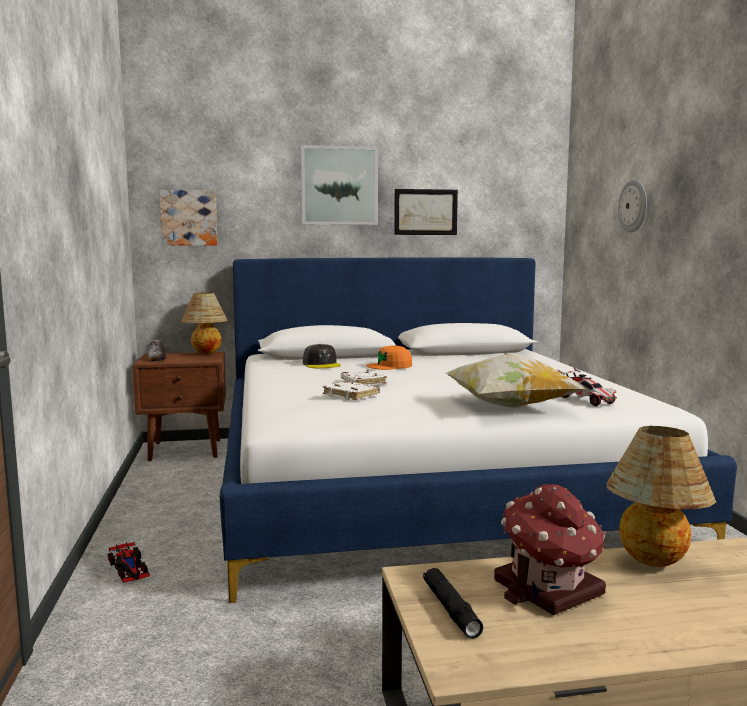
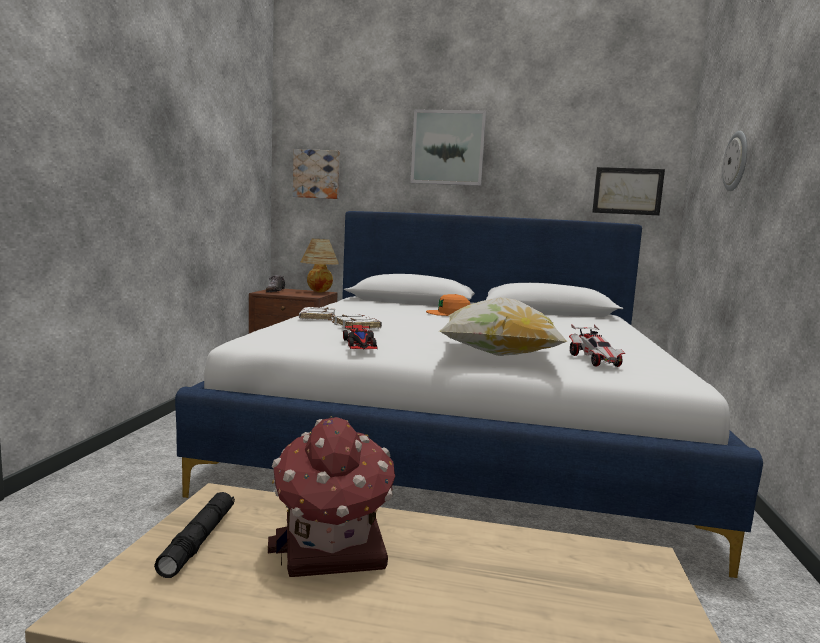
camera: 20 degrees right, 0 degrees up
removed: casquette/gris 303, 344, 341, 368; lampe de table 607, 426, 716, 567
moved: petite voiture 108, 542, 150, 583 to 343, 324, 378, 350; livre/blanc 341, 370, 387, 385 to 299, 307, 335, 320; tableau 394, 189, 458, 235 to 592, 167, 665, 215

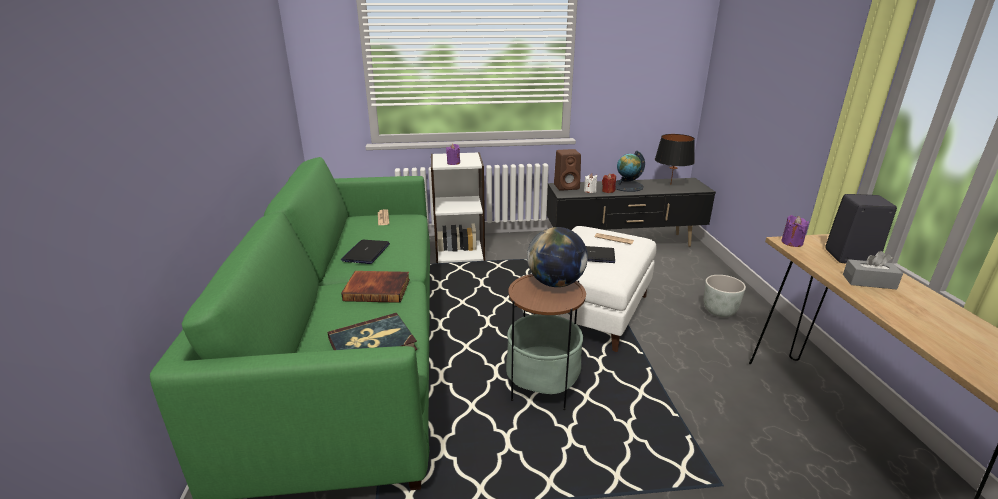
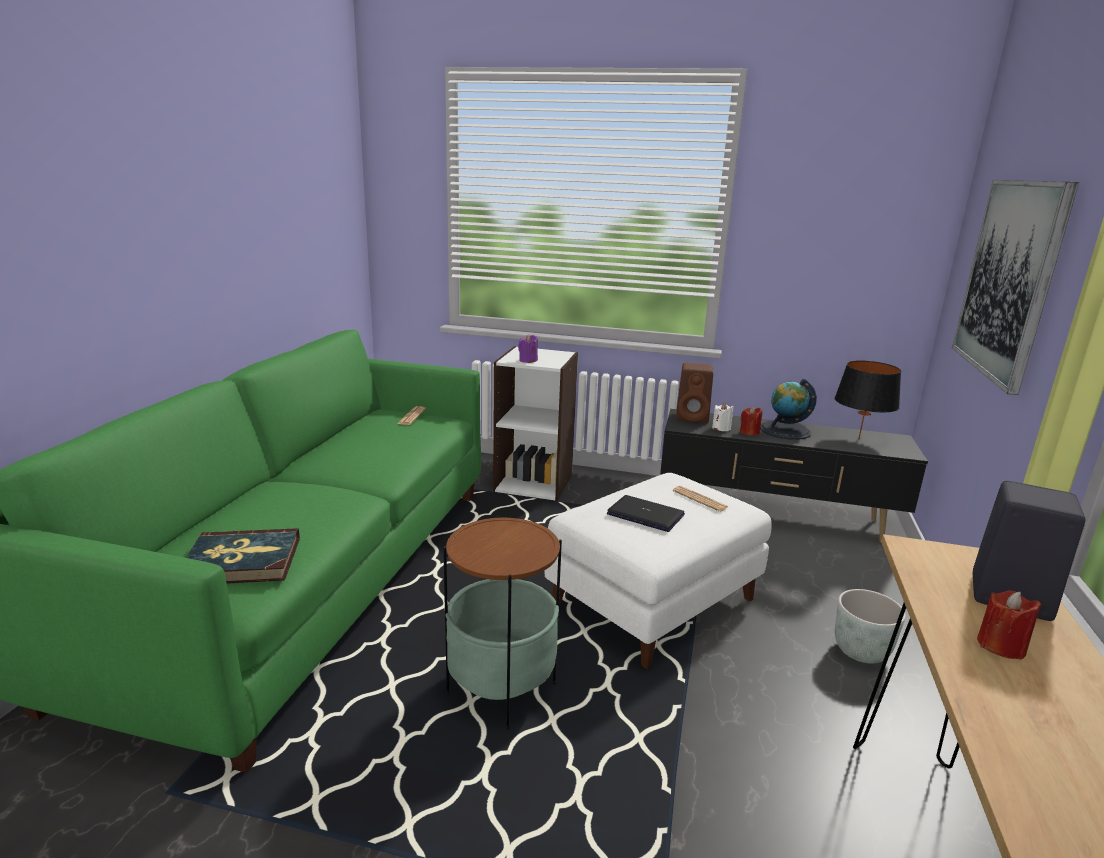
camera: 20 degrees right, 5 degrees down
removed: ordinateur portable 341, 240, 390, 264; livre 341, 271, 410, 303; globe 527, 227, 588, 287; bougie/violet 781, 215, 809, 247
added: tableau 952, 180, 1079, 395
replaced: boîte à mouchoirs/gris 843, 251, 903, 290 to bougie/rouge 977, 590, 1041, 660

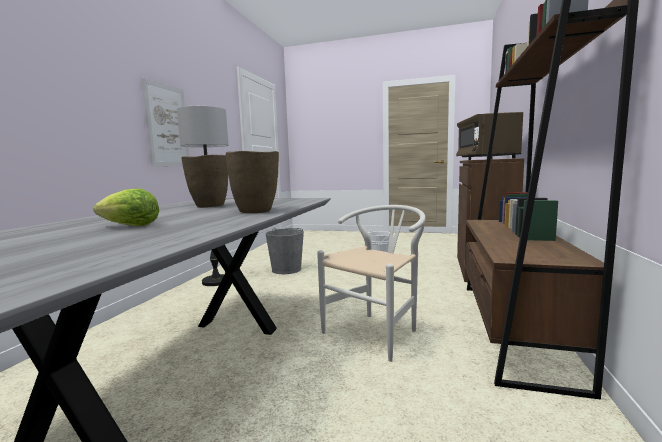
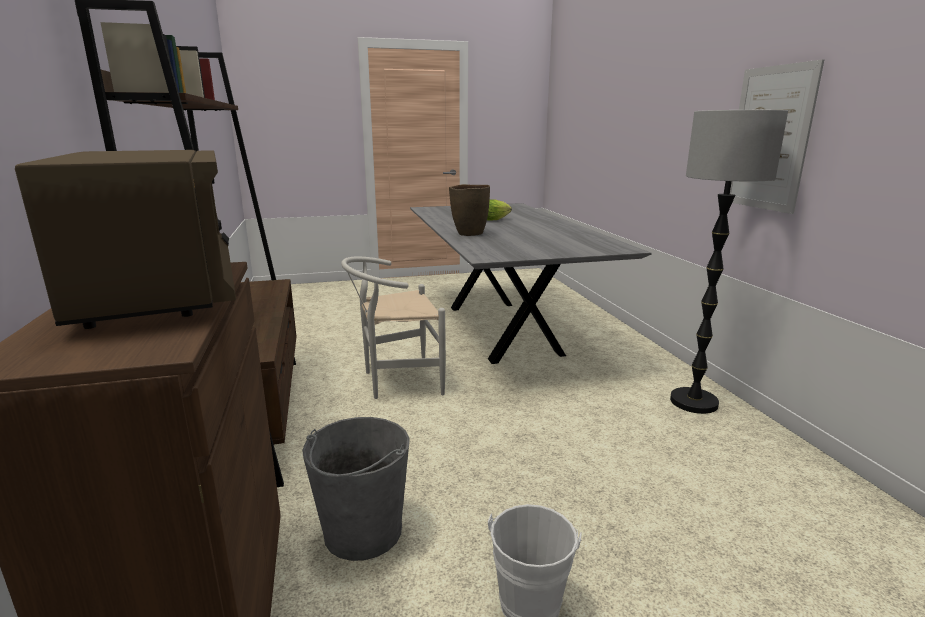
camera: 150 degrees right, 10 degrees up
removed: vase/marron 181, 155, 228, 208
moved: seau/gris 266, 228, 304, 274 to 302, 417, 410, 561
turned: chaise/blanc 317, 205, 426, 362 = 341, 257, 446, 399 60 degrees clockwise

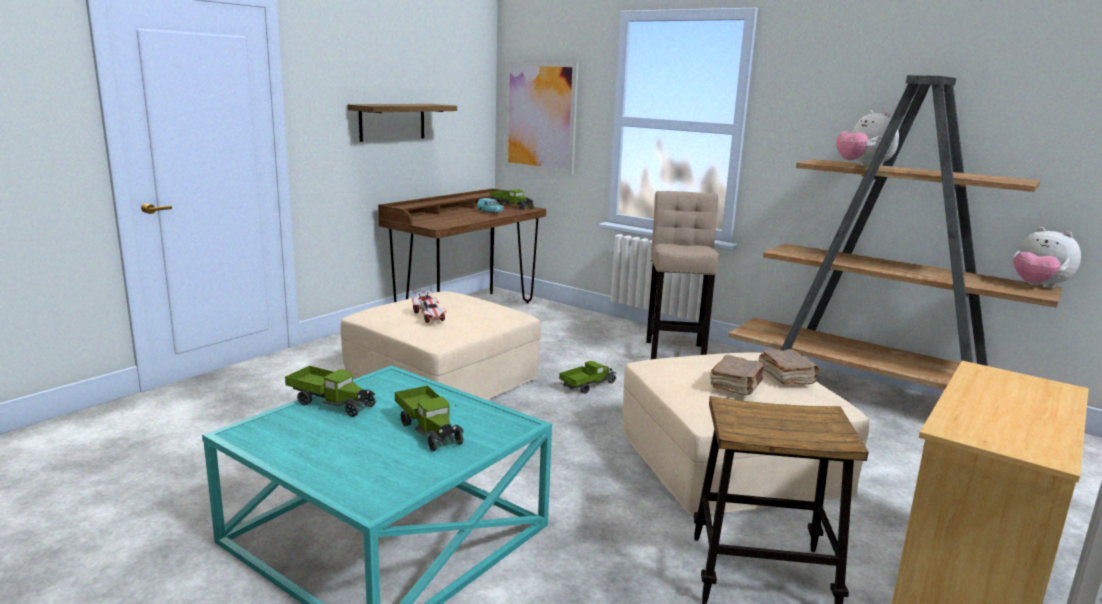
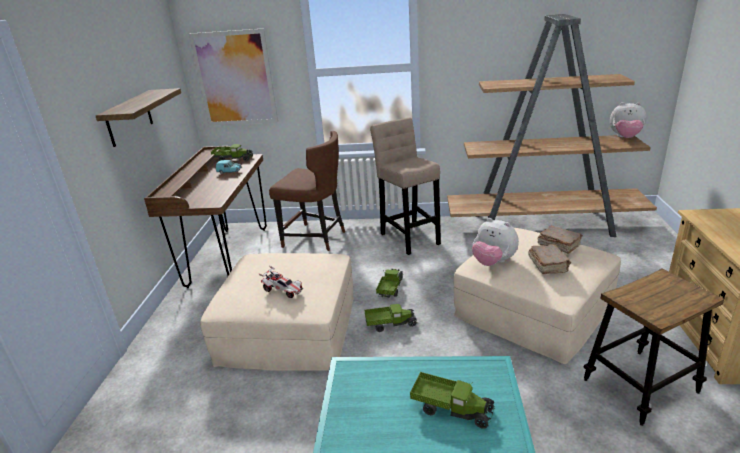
camera: 30 degrees left, 10 degrees up
added: chaise/marron 269, 131, 345, 251
moved: camion jouet 285, 366, 376, 417 to 365, 304, 417, 332; peluche 836, 110, 899, 167 to 472, 218, 519, 266

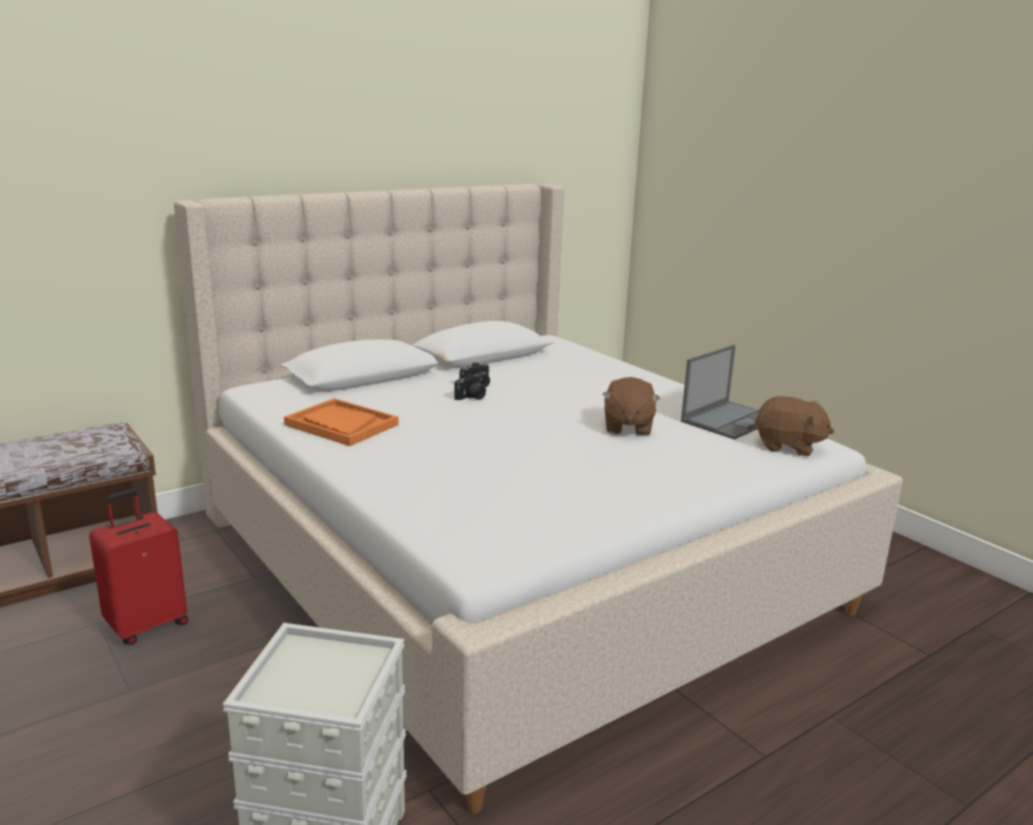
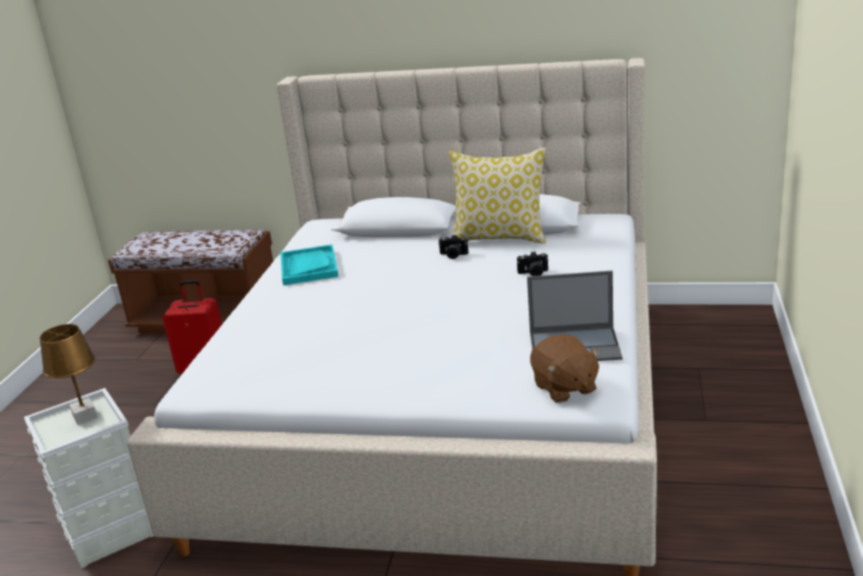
camera: 50 degrees right, 5 degrees up
removed: peluche/marron 602, 377, 660, 436
added: lampe de table/marron 40, 324, 98, 425; coussin 449, 147, 546, 244
moved: appareil photo 454, 373, 486, 400 to 517, 251, 549, 276
recoloured: plateau/orange 284, 398, 399, 446 to plateau/turquoise 280, 244, 339, 285

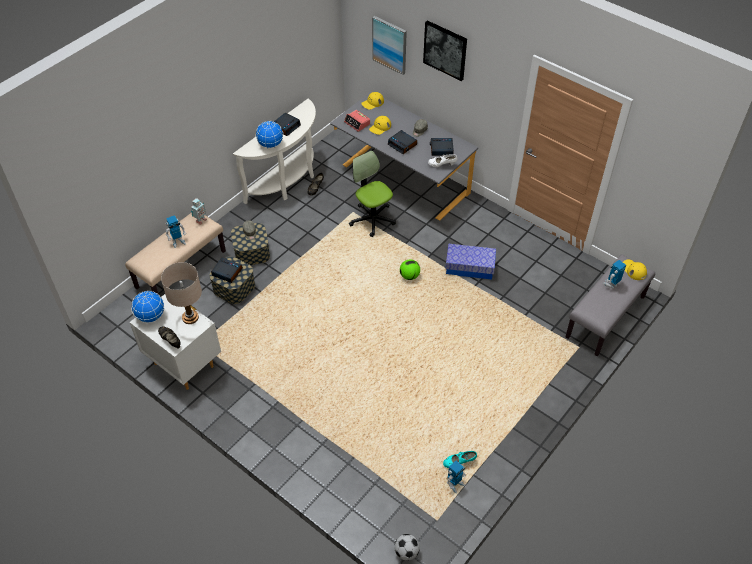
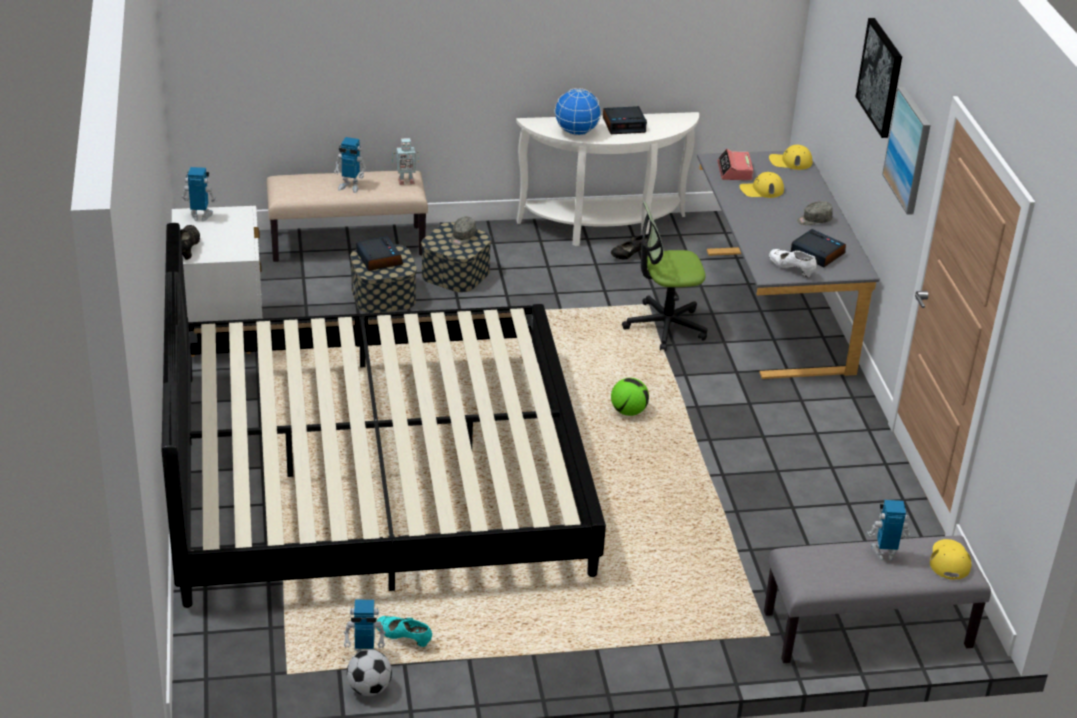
camera: 40 degrees right, 15 degrees down
removed: lampe de table/beige 161, 262, 202, 324; réveil 388, 130, 417, 154; boîte de rangement 445, 244, 496, 280
added: lit 161, 223, 606, 608
moved: tableau 372, 16, 407, 75 to 882, 87, 931, 215; ballon de foot 394, 534, 420, 561 to 347, 649, 392, 696
replaced: globe 131, 291, 164, 323 to robot jouet 182, 167, 217, 221
turned: chaise de bureau 349, 151, 396, 237 = 622, 201, 707, 351 105 degrees counterclockwise

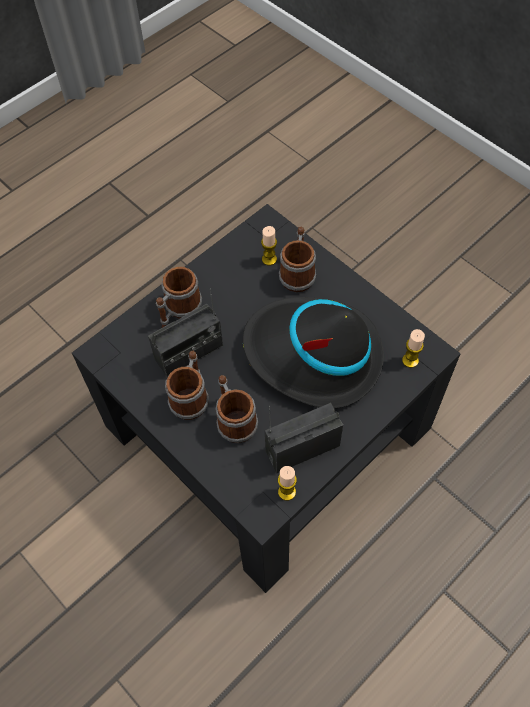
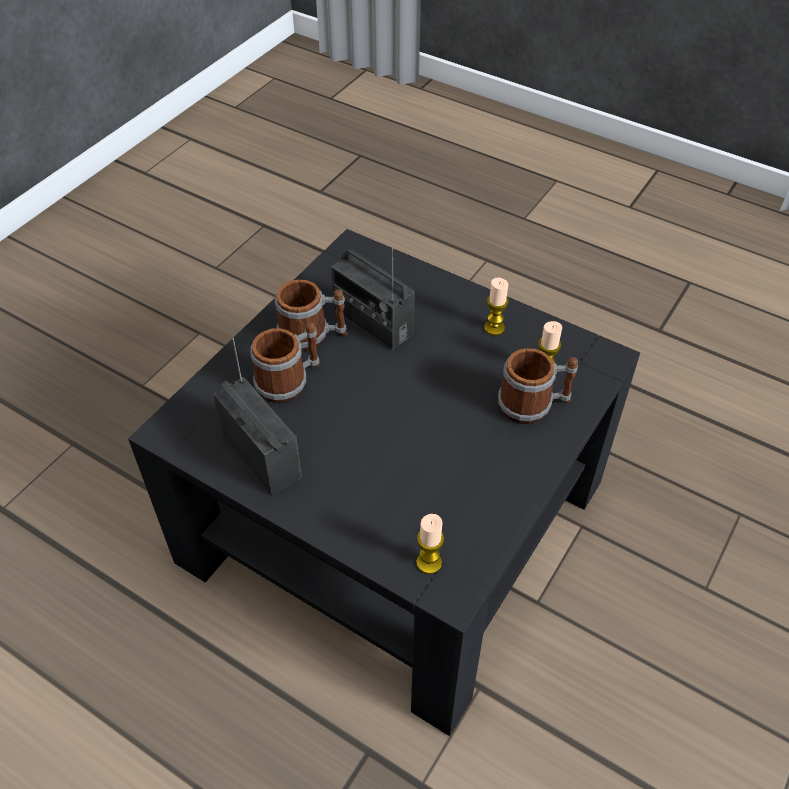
camera: 75 degrees right, 10 degrees down
removed: mug 156, 267, 202, 328; chapeau/noir 243, 297, 384, 408
moved: bougie 278, 466, 297, 501 to 484, 278, 509, 335

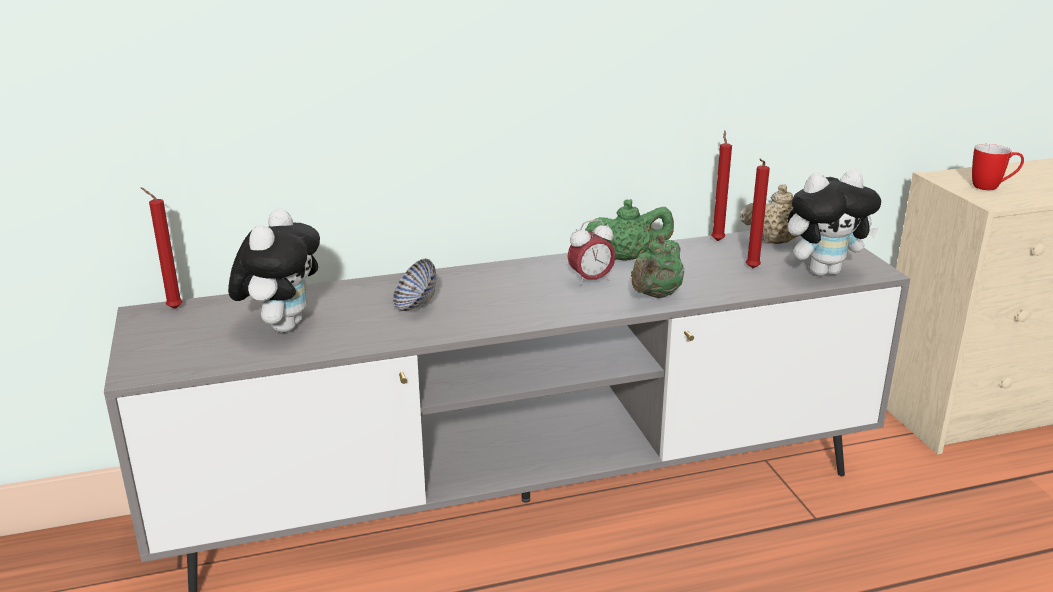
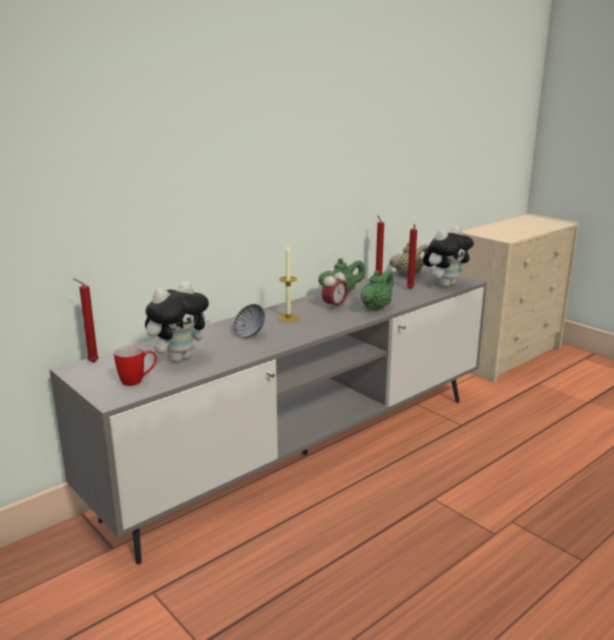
camera: 25 degrees left, 5 degrees down
added: bougie 278, 246, 299, 322
moved: mug 972, 144, 1024, 190 to 114, 345, 157, 386
turned: peluche 228, 208, 320, 332 = 145, 281, 210, 362 60 degrees clockwise; théière/vert 631, 233, 684, 298 = 361, 270, 394, 311 150 degrees counterclockwise

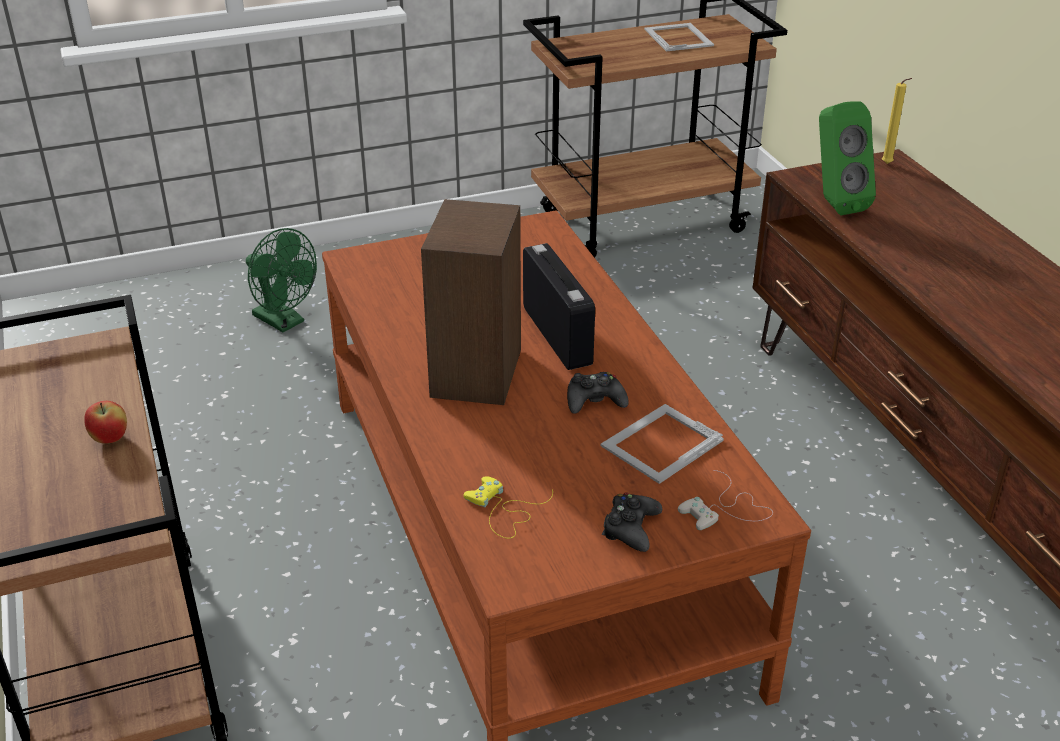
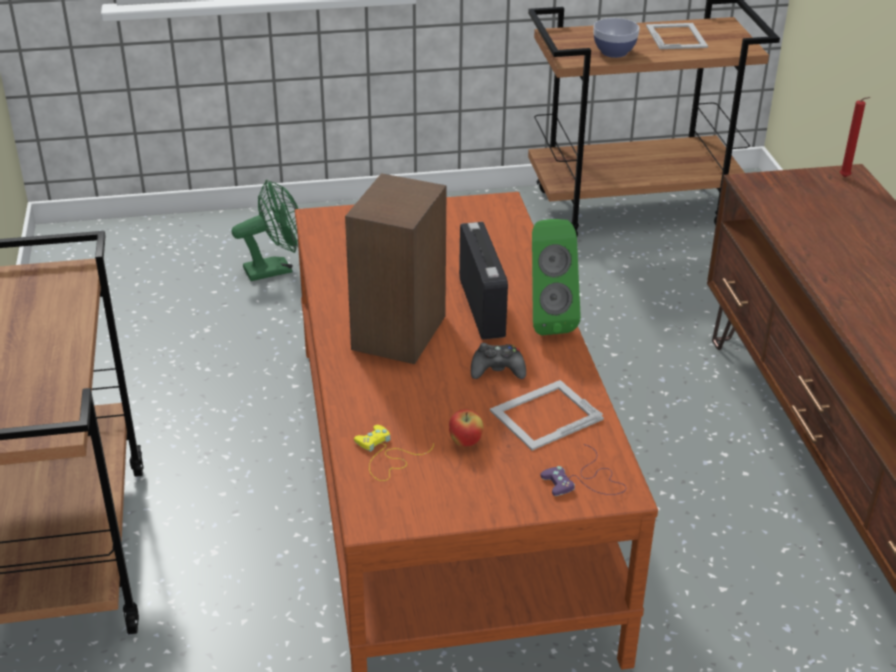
camera: 10 degrees right, 0 degrees up
removed: manette/noir 602, 493, 662, 552
added: bol 593, 18, 640, 58
moved: pomme 84, 401, 127, 444 to 449, 409, 483, 447; enceinte/vert 819, 101, 876, 215 to 532, 219, 581, 335
recoloured: manette/blanc 678, 470, 773, 530 to manette/violet 540, 444, 626, 496; bougie/jaune 882, 78, 912, 164 to bougie/rouge 840, 97, 870, 177
turned: ventilateur/vert 246, 228, 317, 332 = 232, 180, 298, 281 75 degrees counterclockwise

